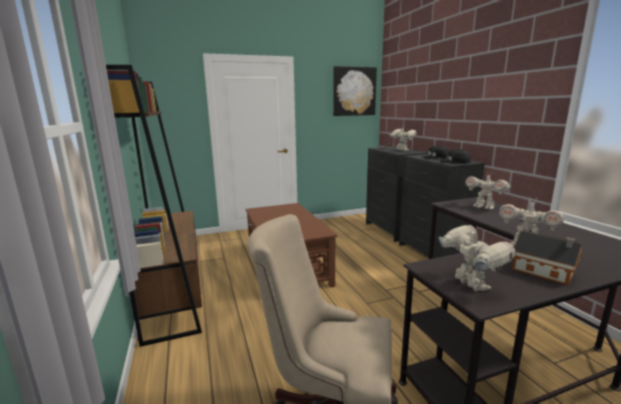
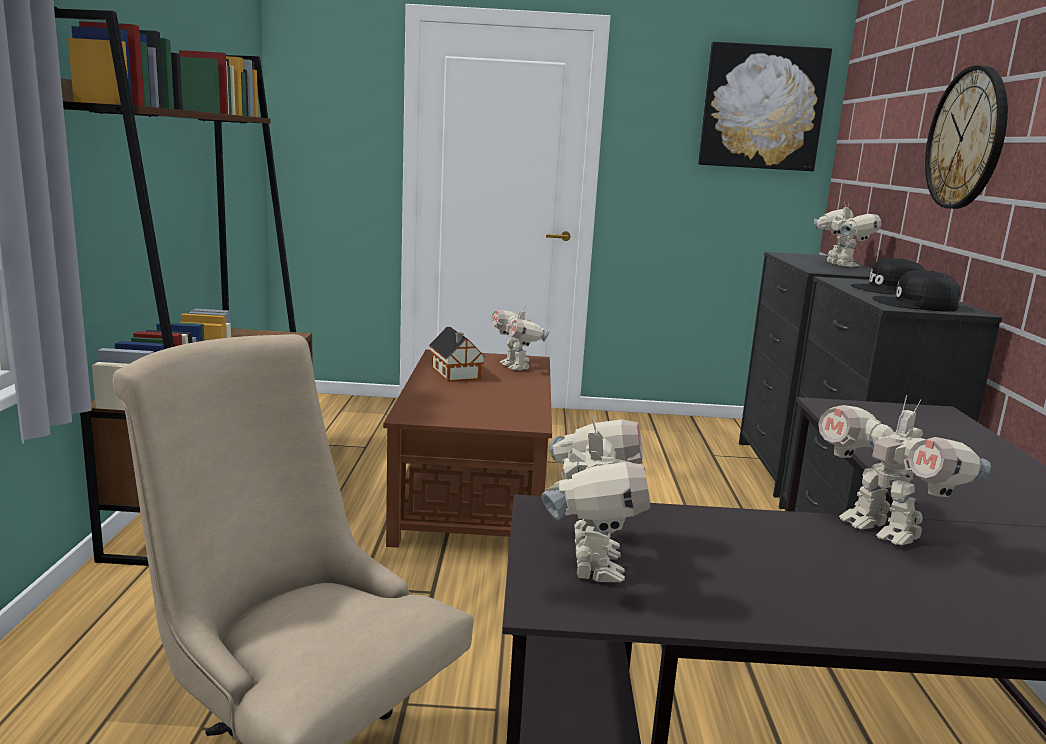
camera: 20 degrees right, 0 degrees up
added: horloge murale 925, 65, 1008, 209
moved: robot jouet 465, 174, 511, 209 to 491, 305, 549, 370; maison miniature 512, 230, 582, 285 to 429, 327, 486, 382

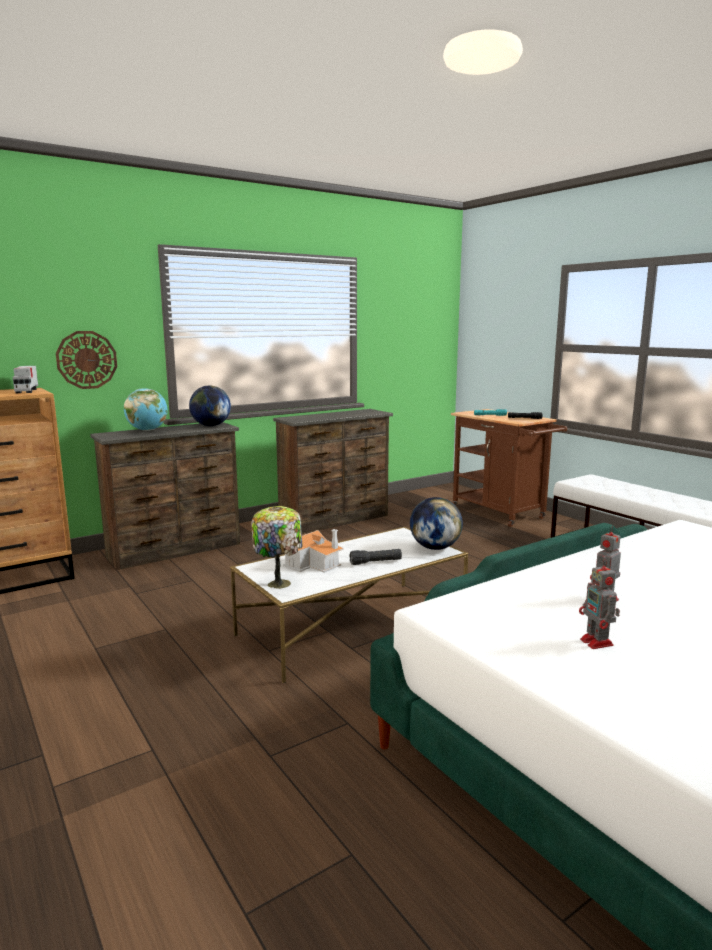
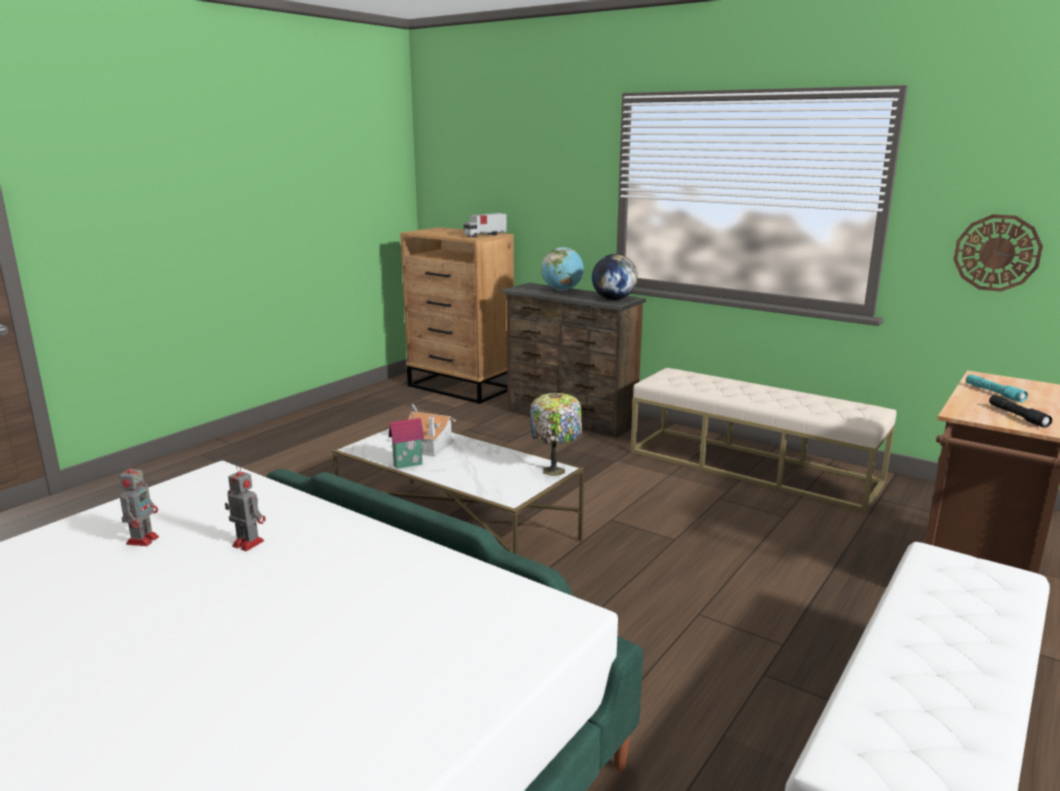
camera: 70 degrees right, 5 degrees up
removed: lampe de poche/noir 349, 549, 402, 565; globe 410, 497, 463, 550
added: maison miniature 389, 404, 424, 469
moved: horloge murale 56, 331, 117, 389 to 953, 214, 1043, 292; lampe de table 251, 506, 303, 589 to 530, 393, 582, 476
replaced: commode/marron 273, 409, 393, 534 to banc/beige 631, 368, 896, 512
turned: robot jouet 579, 559, 620, 649 = 119, 462, 159, 546 135 degrees clockwise

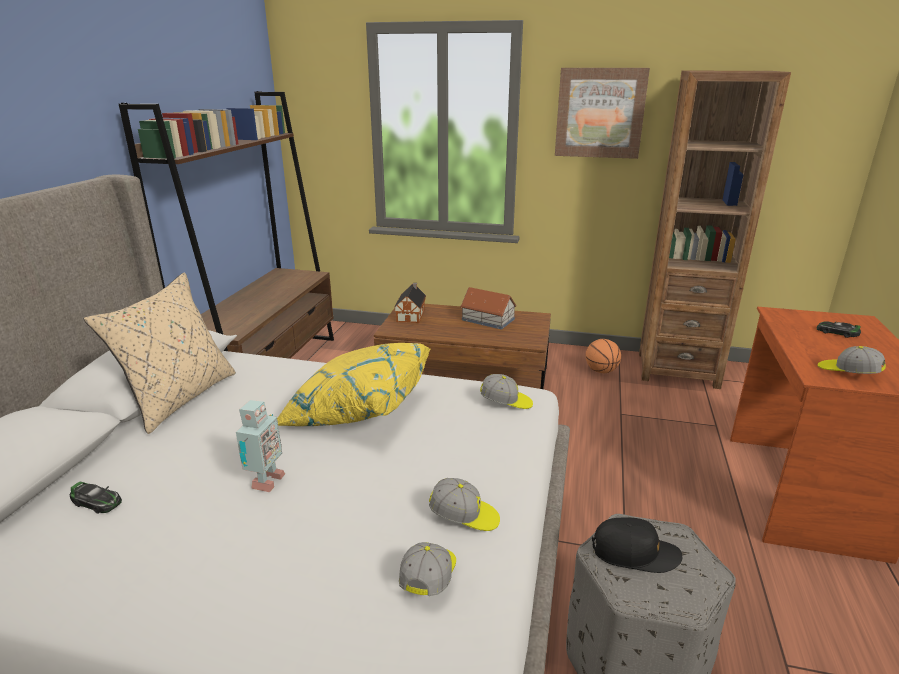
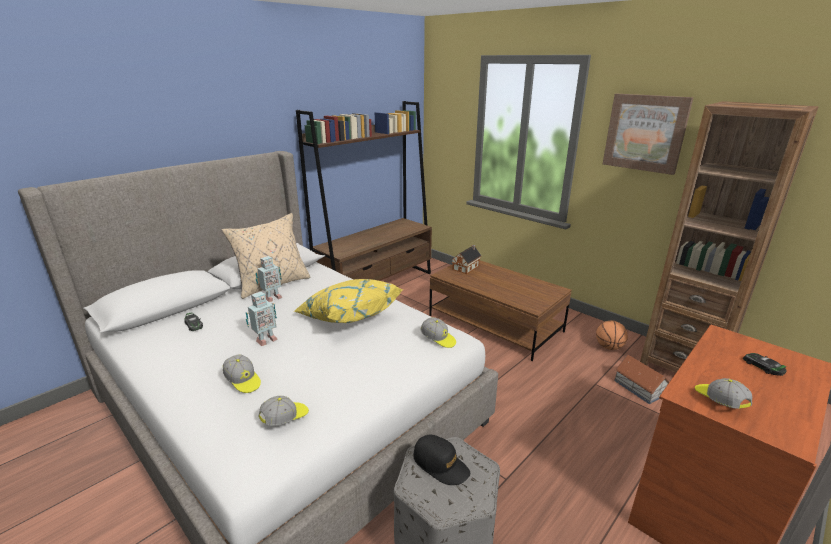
camera: 30 degrees right, 0 degrees up
added: robot jouet 256, 256, 282, 302
moved: casquette 429, 478, 500, 531 to 223, 354, 261, 393; maison miniature 460, 287, 517, 330 to 614, 355, 669, 404

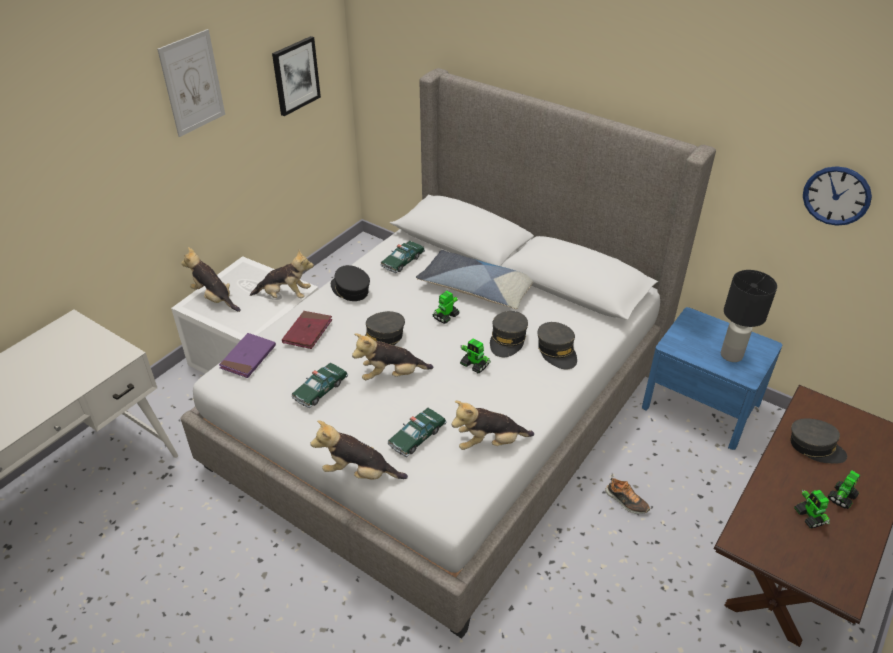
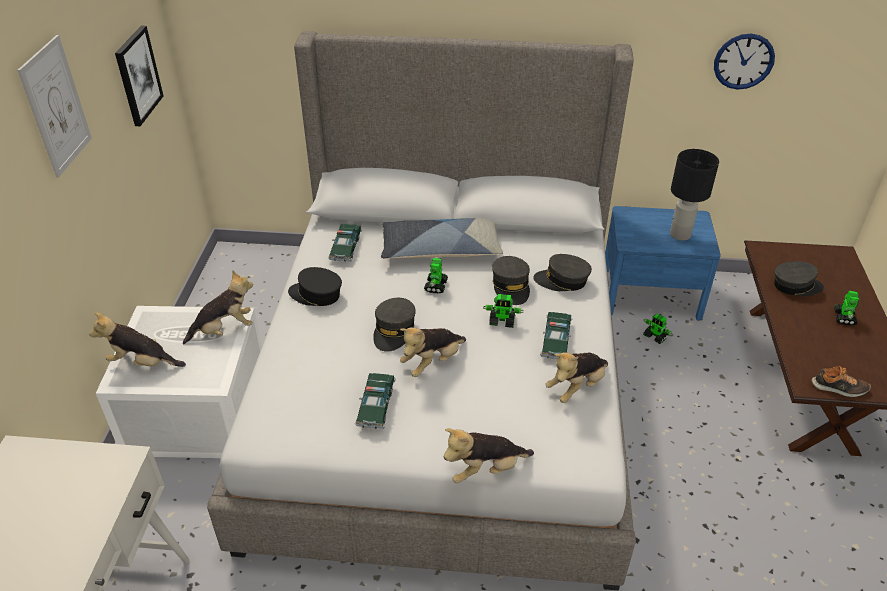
camera: 30 degrees left, 0 degrees up
removed: livre/violet 219, 333, 276, 378; livre/rouge 282, 311, 333, 349
moved: petite voiture 388, 408, 447, 457 to 540, 312, 572, 359; chaussure 606, 478, 650, 514 to 811, 366, 871, 397; robot jouet 794, 490, 830, 529 to 643, 313, 672, 344
turned: casquette/gris 537, 322, 577, 370 = 533, 254, 592, 291 150 degrees clockwise

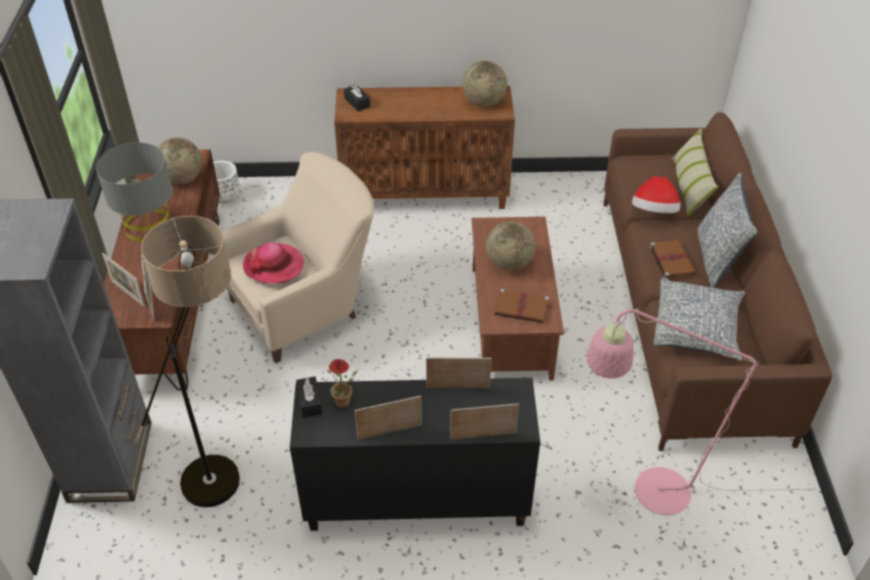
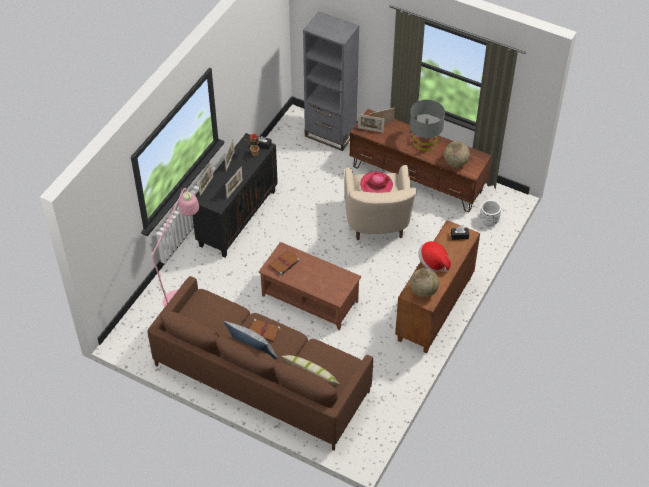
camera: 120 degrees right, 5 degrees up
removed: lampadaire 135, 216, 240, 507; globe 486, 221, 536, 271; coussin 653, 277, 745, 361
moved: chapeau 632, 176, 680, 213 to 419, 241, 451, 272

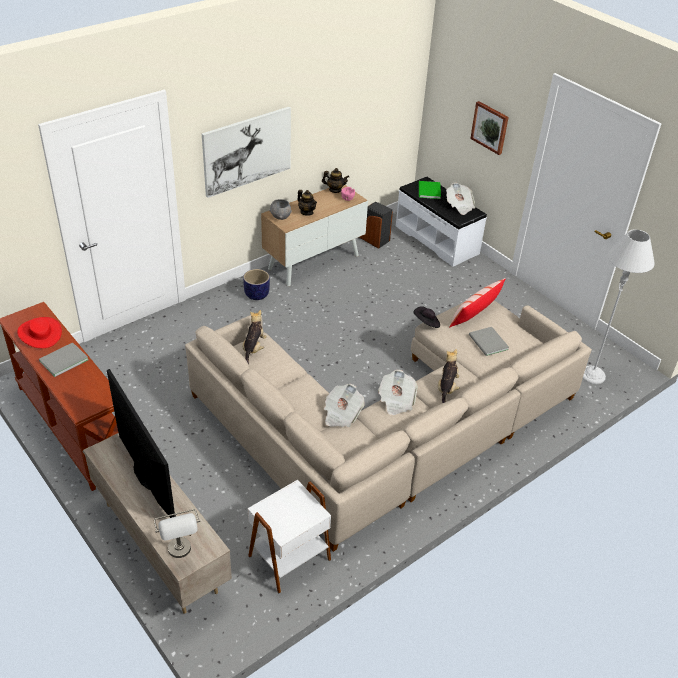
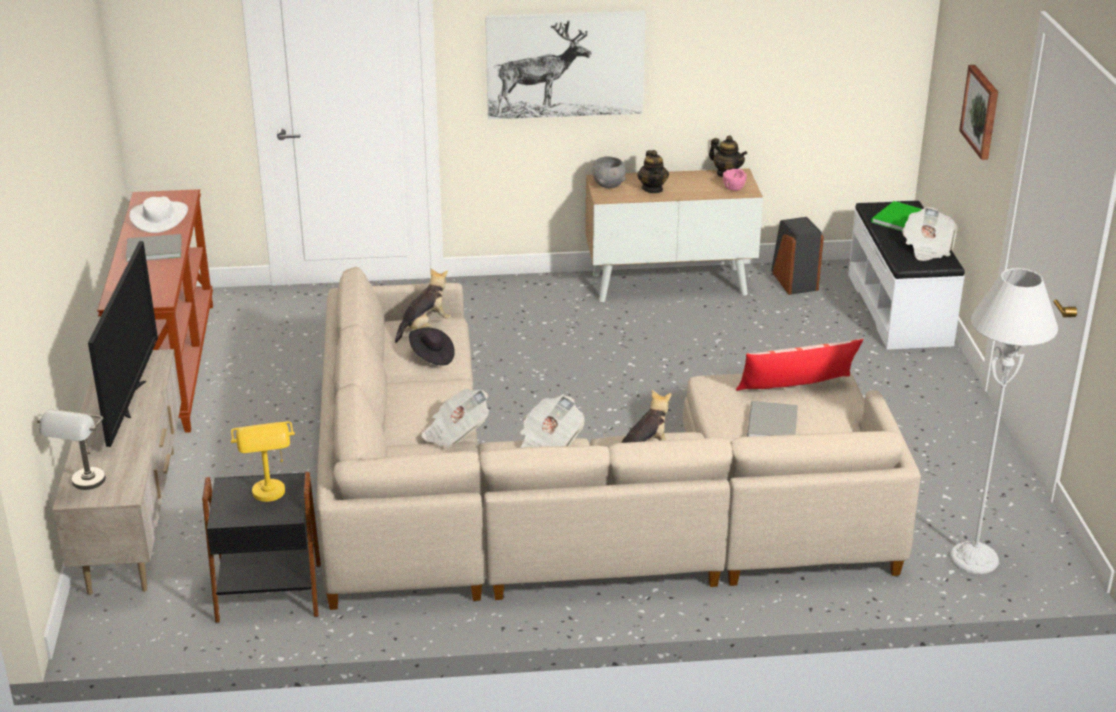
camera: 35 degrees right, 10 degrees down
removed: cache-pot 243, 269, 270, 300
added: lampe de table/jaune 231, 421, 295, 502
moved: chapeau/noir 413, 306, 440, 328 to 409, 328, 455, 365
recoloured: chapeau/rouge 17, 317, 62, 348 to chapeau/blanc 129, 196, 188, 233; table d'appoint/blanc 248, 480, 331, 593 to table d'appoint/noir 202, 472, 321, 623

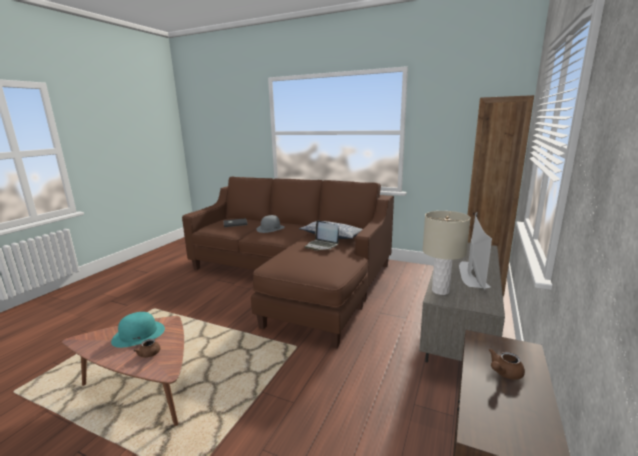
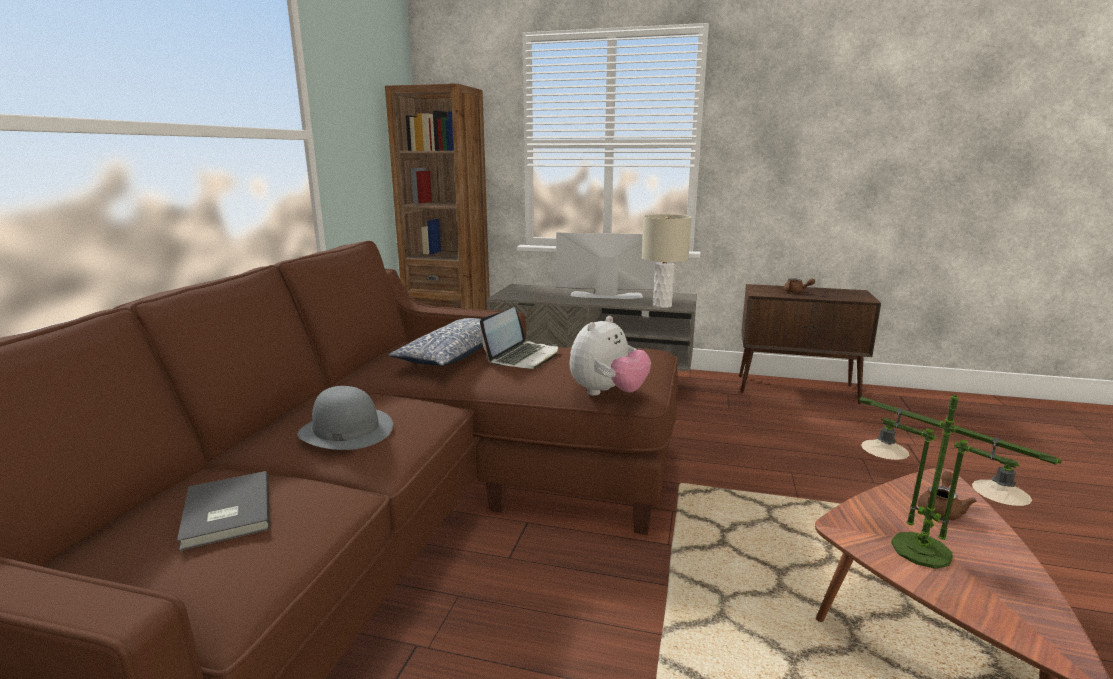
camera: 100 degrees left, 0 degrees up
added: peluche 570, 316, 651, 396
replaced: chapeau/turquoise 111, 312, 165, 348 to lampe de table 859, 394, 1062, 569

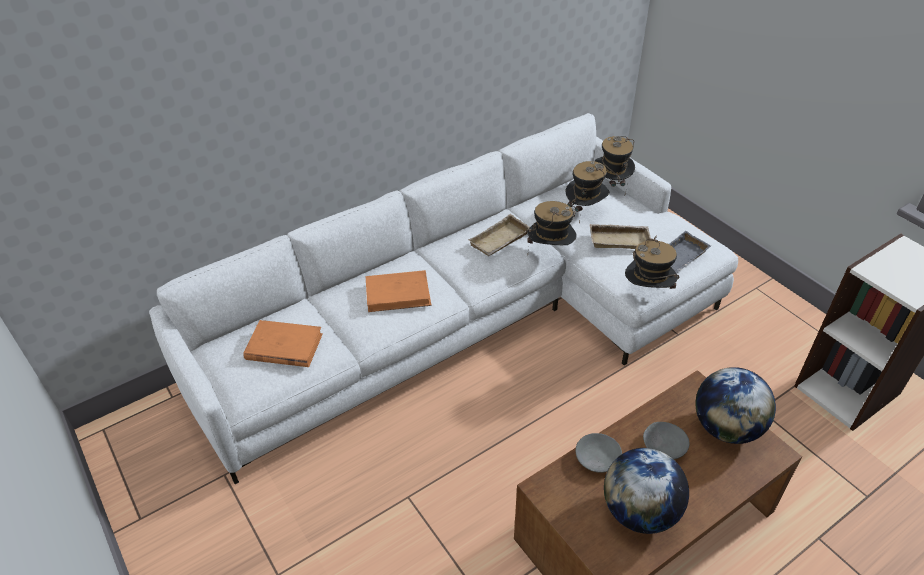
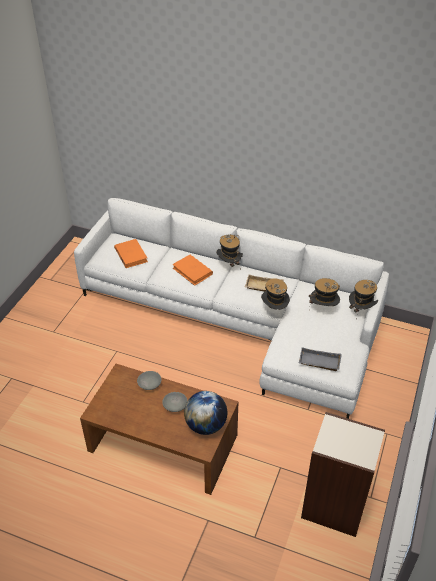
camera: 55 degrees right, 0 degrees up
removed: plateau/beige 590, 224, 651, 249; globe 604, 448, 689, 534
moved: chapeau 625, 235, 679, 289 to 216, 234, 243, 267

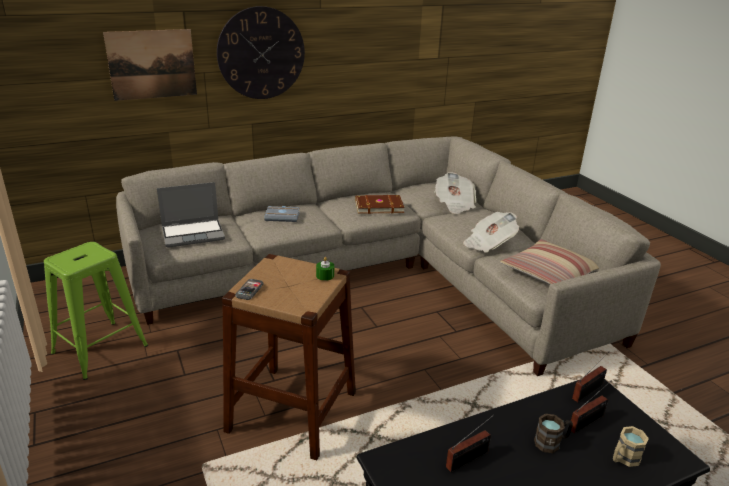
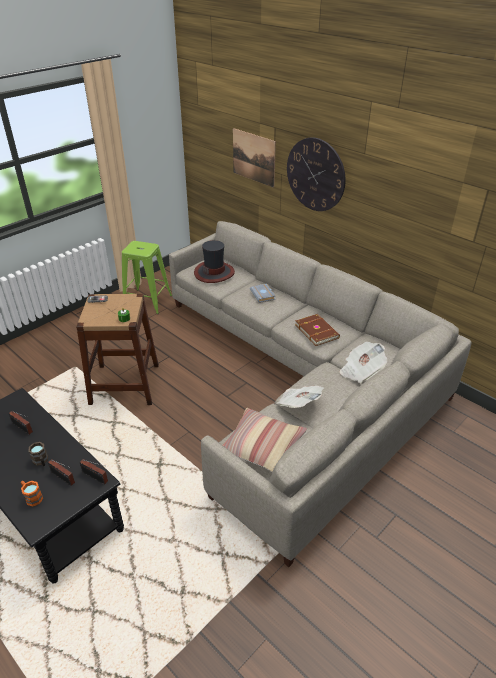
camera: 70 degrees right, 10 degrees up
replaced: ordinateur portable 157, 182, 225, 248 to chapeau 194, 240, 235, 283
recoloured: mug/beige 613, 426, 649, 467 to mug/orange 21, 481, 43, 506

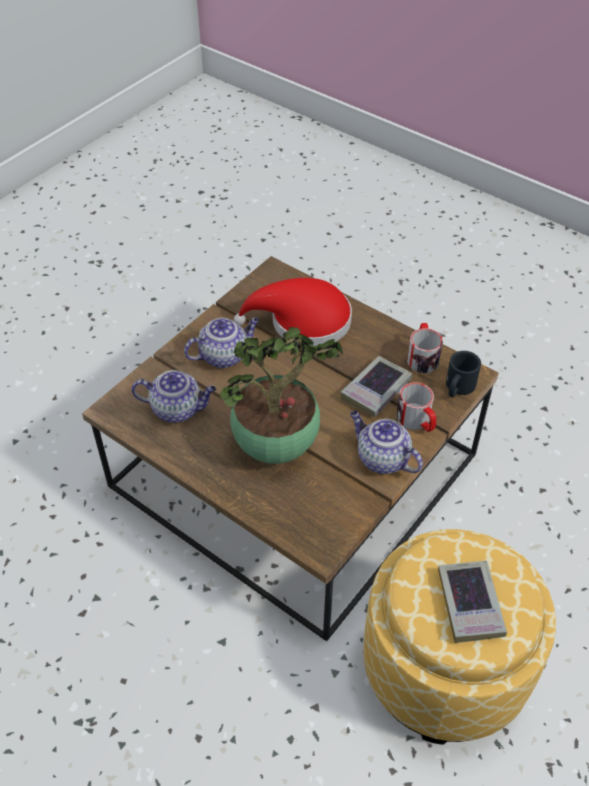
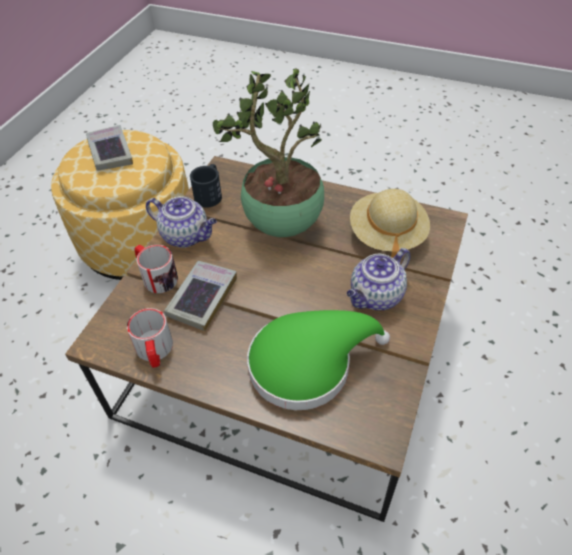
camera: 165 degrees right, 0 degrees up
moved: mug/noir 446, 351, 481, 397 to 190, 164, 222, 207
replaced: théière 132, 370, 216, 423 to chapeau/beige 350, 189, 430, 258
recoloured: chapeau/rouge 234, 278, 352, 346 to chapeau/vert 247, 310, 390, 410

